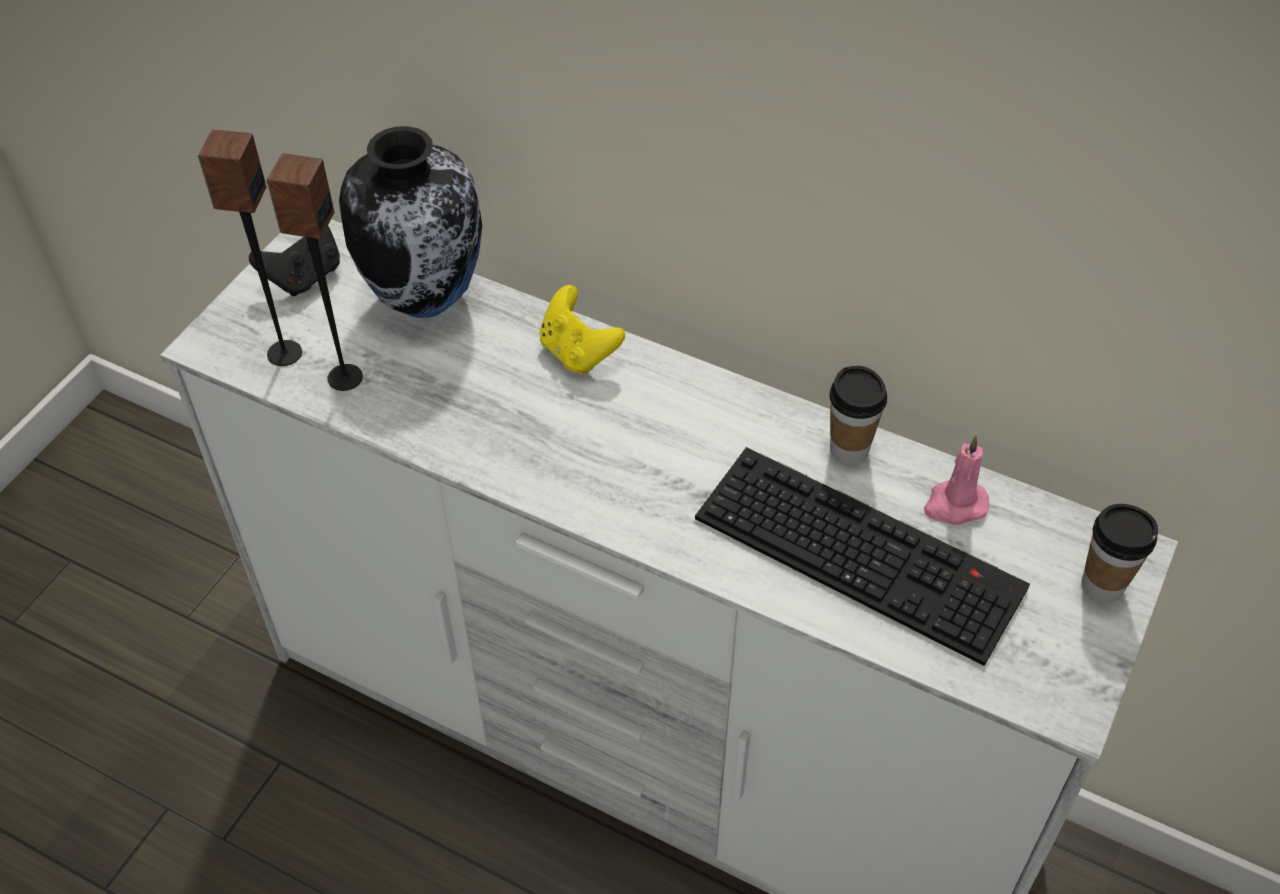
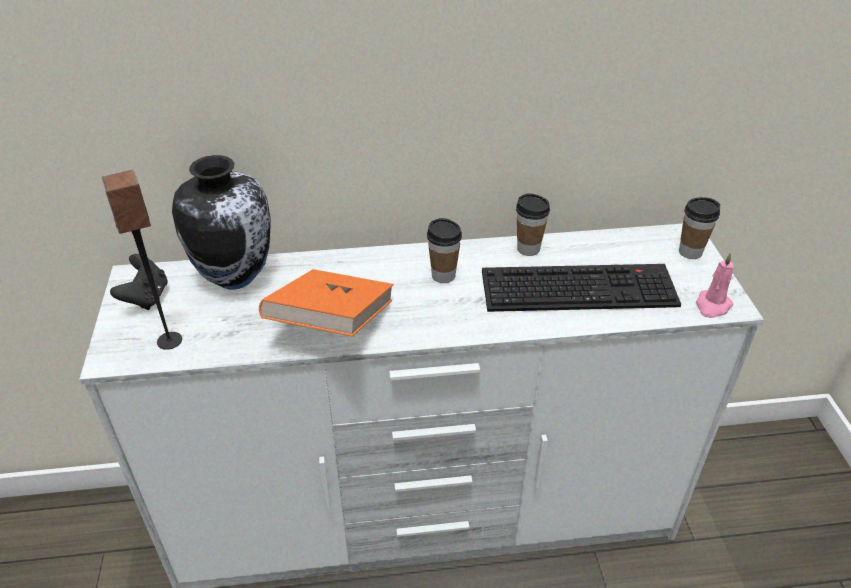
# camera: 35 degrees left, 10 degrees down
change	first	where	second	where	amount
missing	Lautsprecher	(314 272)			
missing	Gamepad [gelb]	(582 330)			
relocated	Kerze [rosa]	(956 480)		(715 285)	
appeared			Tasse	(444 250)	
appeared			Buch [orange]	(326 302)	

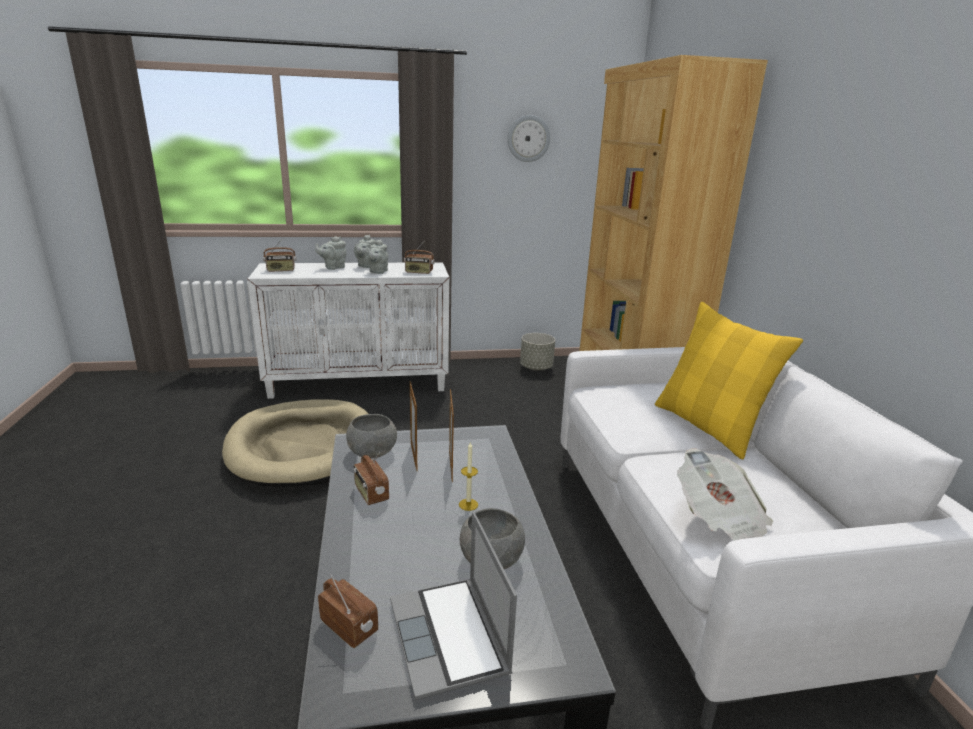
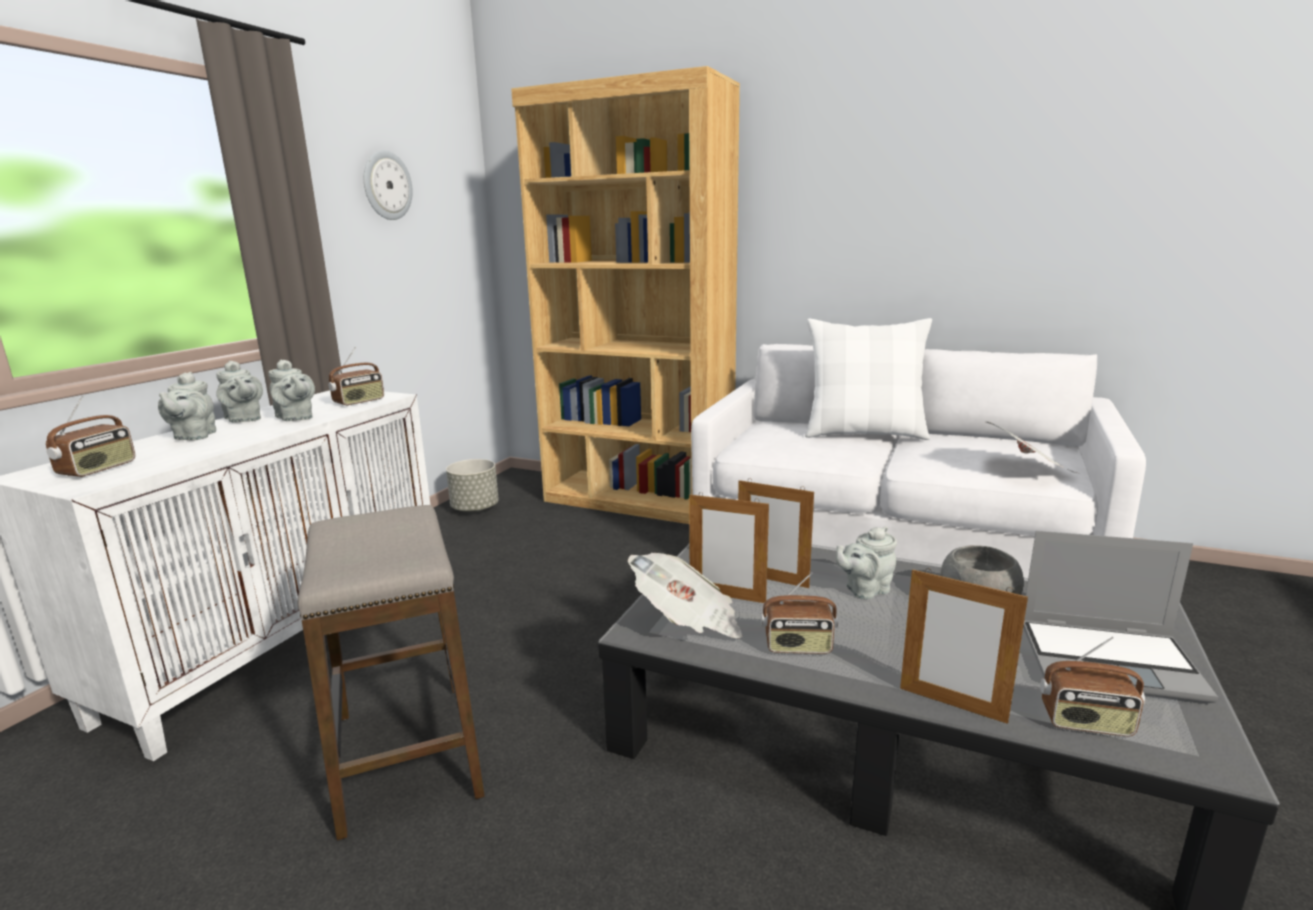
# camera: 55 degrees left, 5 degrees down
change	first	where	second	where	amount
colour	Kissen [gelb]	(729 380)	Kissen [weiß]	(868 379)	
exchanged	Hundebett [beige]	(295 443)	Hocker	(391 672)	
exchanged	Schüssel [grau]	(371 436)	Zeitung	(685 595)	
exchanged	Kerze	(468 476)	Teekanne [grau]	(866 562)	
spun	Radio	(348 611)		(1092 686)	150 degrees counterclockwise
appeared			Bilderrahmen	(964 646)	

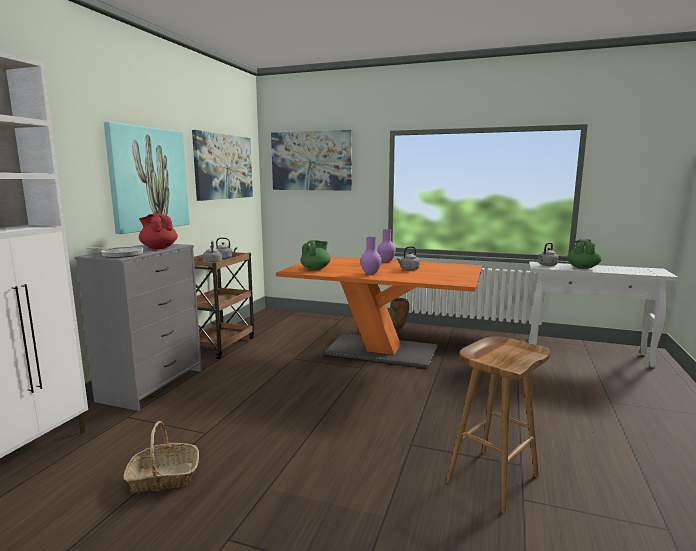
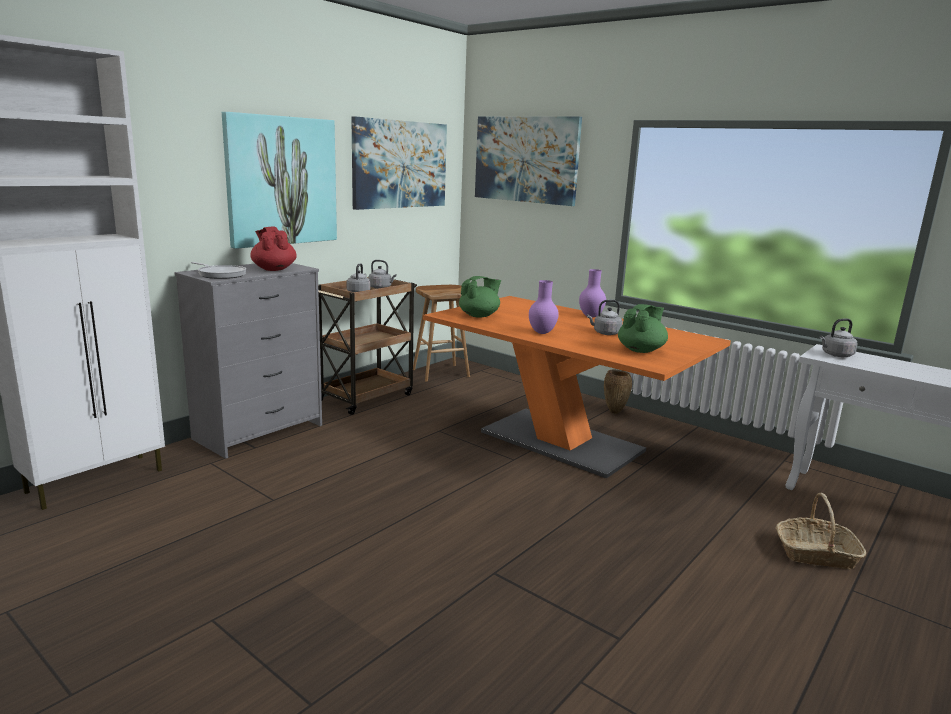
# camera: 20 degrees right, 5 degrees up
change	first	where	second	where	amount
relocated	Teekanne [grün]	(584 254)		(643 328)	
relocated	Hocker [braun]	(498 424)		(441 333)	
relocated	Korb	(161 456)		(821 531)	

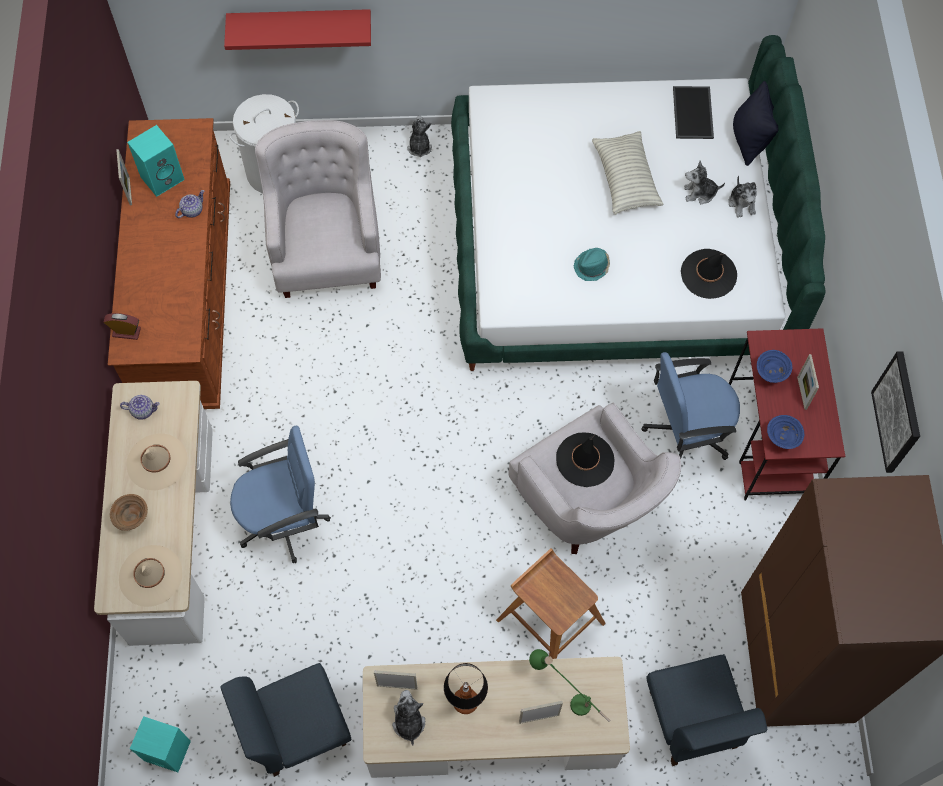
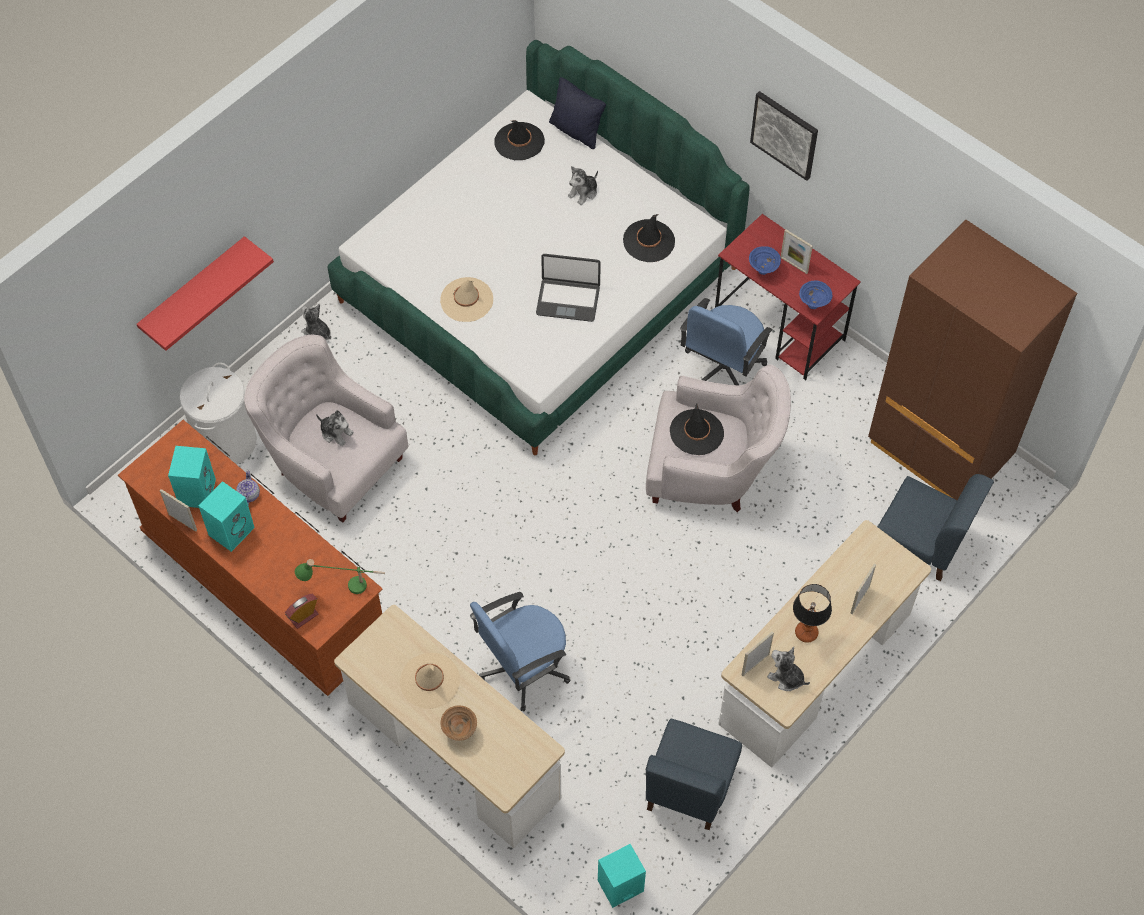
# camera: 45 degrees left, 5 degrees down
change	first	where	second	where	amount
exchanged	Tablett	(693 112)	Hut [schwarz]	(519 140)	
missing	Kissen	(628 173)			
relocated	Plüschtier	(742 196)		(335 428)	
exchanged	Hut [türkis]	(592 264)	Laptop	(568 288)	
relocated	Bild	(895 412)		(784 136)	
missing	Teekanne	(140 407)			
spun	Bürostuhl [blau]	(280 494)		(520 652)	150 degrees counterclockwise
relocated	Hut [beige]	(150 576)		(466 299)	
missing	Hocker [braun]	(551 603)			
relocated	Tischlampe [grün]	(569 685)		(340 576)	
appeared			Lautsprecher [türkis]	(227 516)	

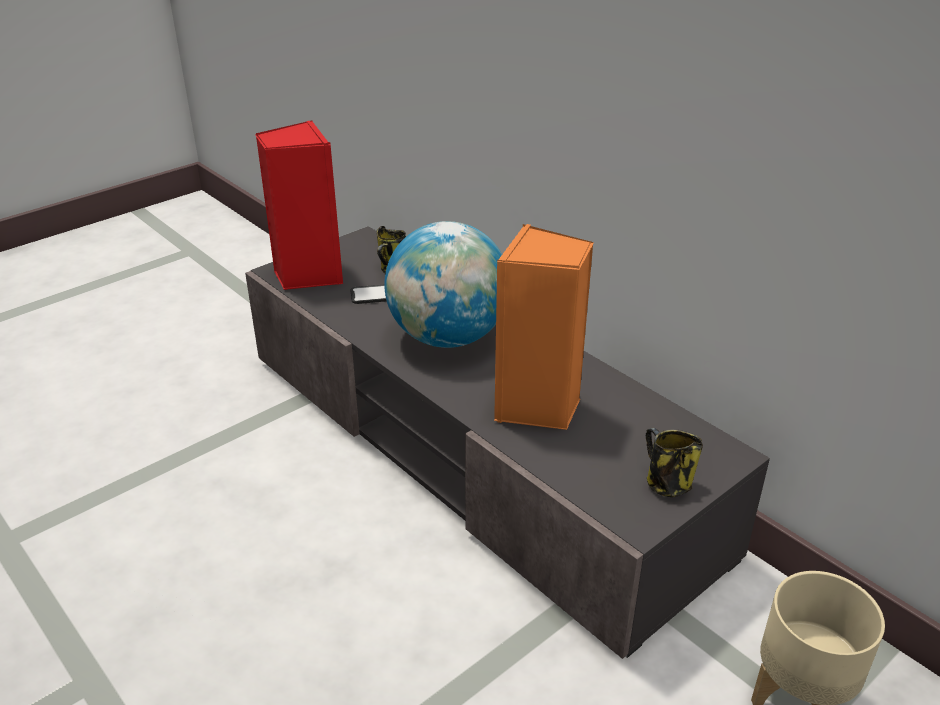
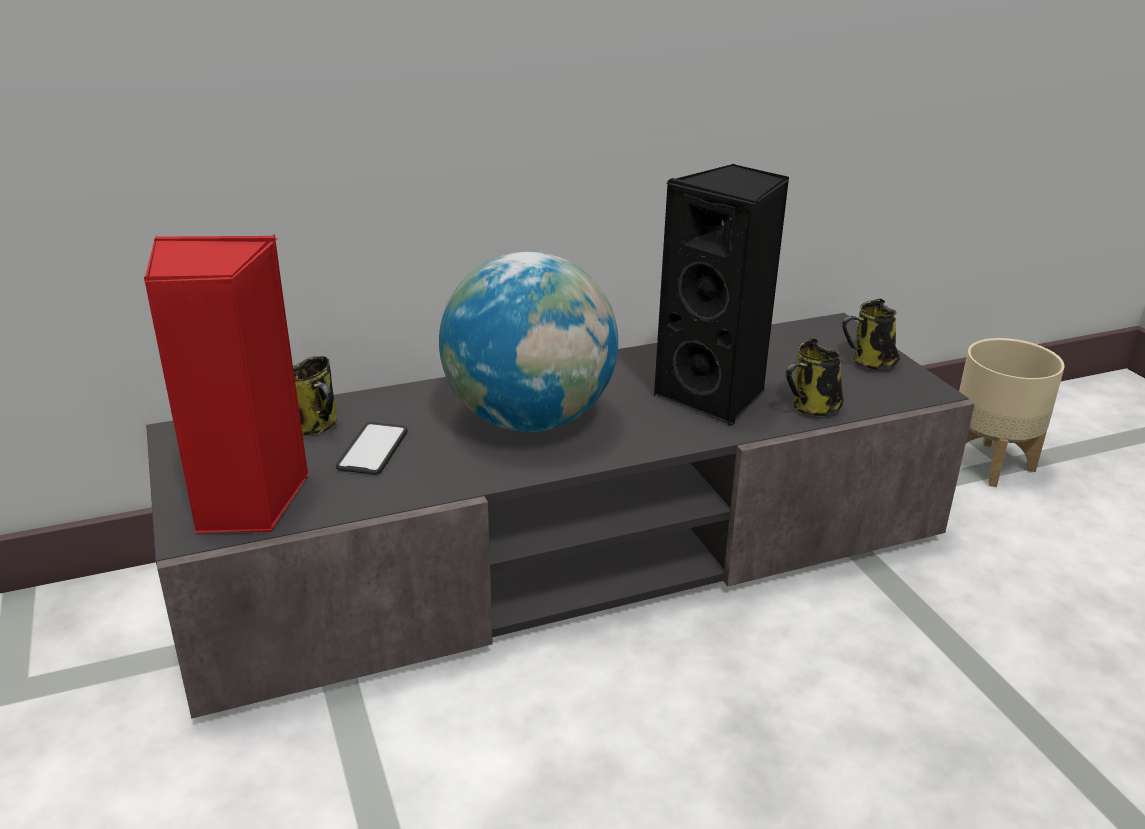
# camera: 70 degrees left, 5 degrees down
change	first	where	second	where	amount
colour	Lautsprecher [orange]	(543 327)	Lautsprecher [schwarz]	(721 295)	
appeared			Henkelbecher	(815 377)	

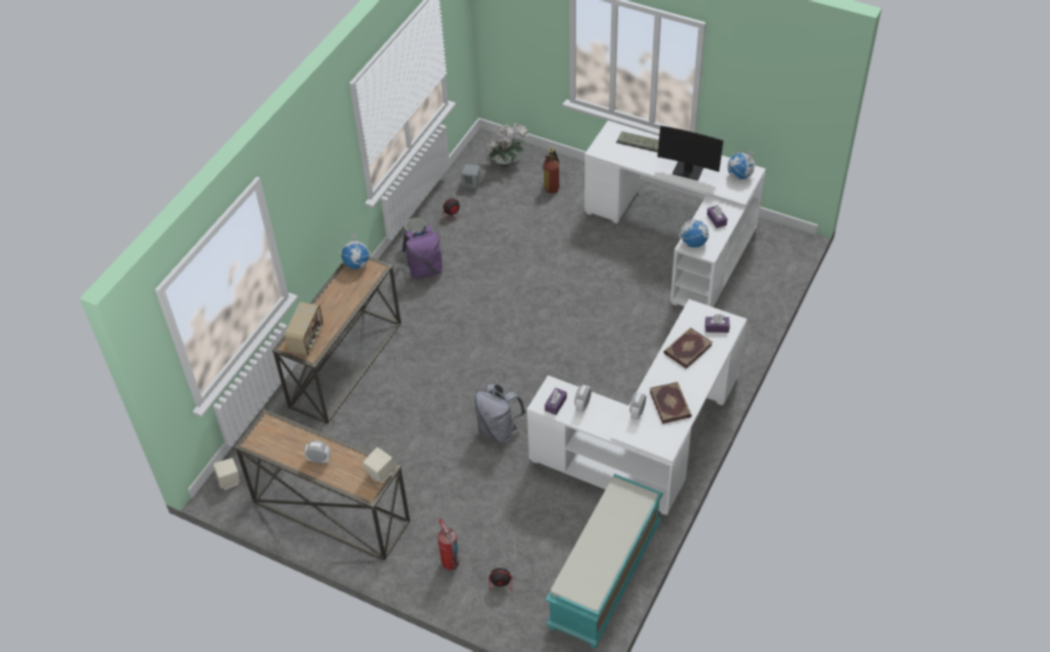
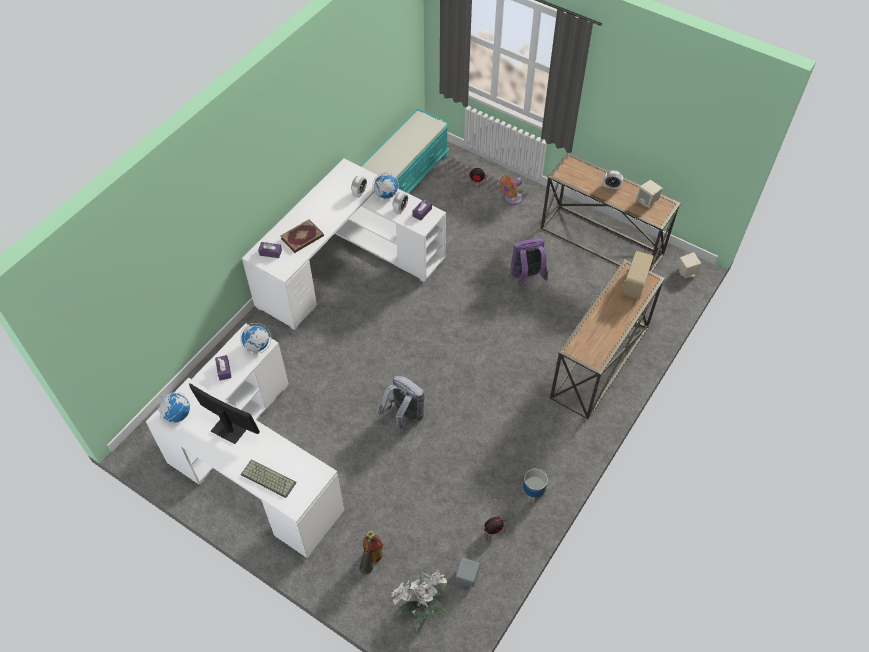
# camera: 175 degrees left, 5 degrees up
change	first	where	second	where	amount
relocated	Rucksack [lila]	(422 252)		(529 261)	
relocated	Globus	(355 251)		(385 186)	
missing	Buch	(671 403)			
relocated	Rucksack [grau]	(500 413)		(401 404)	
relocated	Lautsprecher [beige]	(379 465)		(649 194)	
exchanged	Feuerlöscher	(448 544)	Ventilator [orange]	(511 190)	

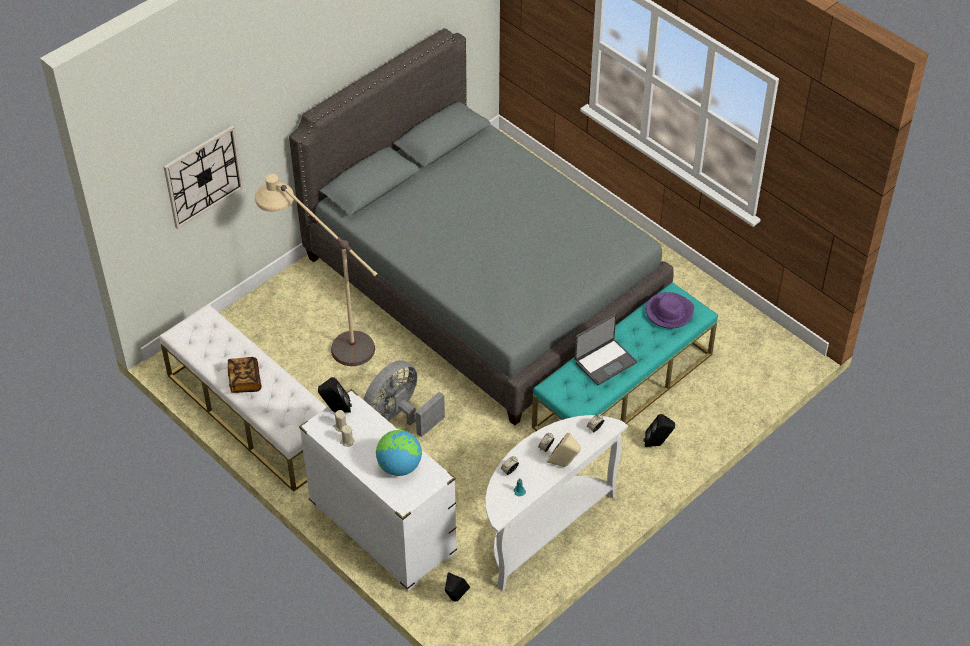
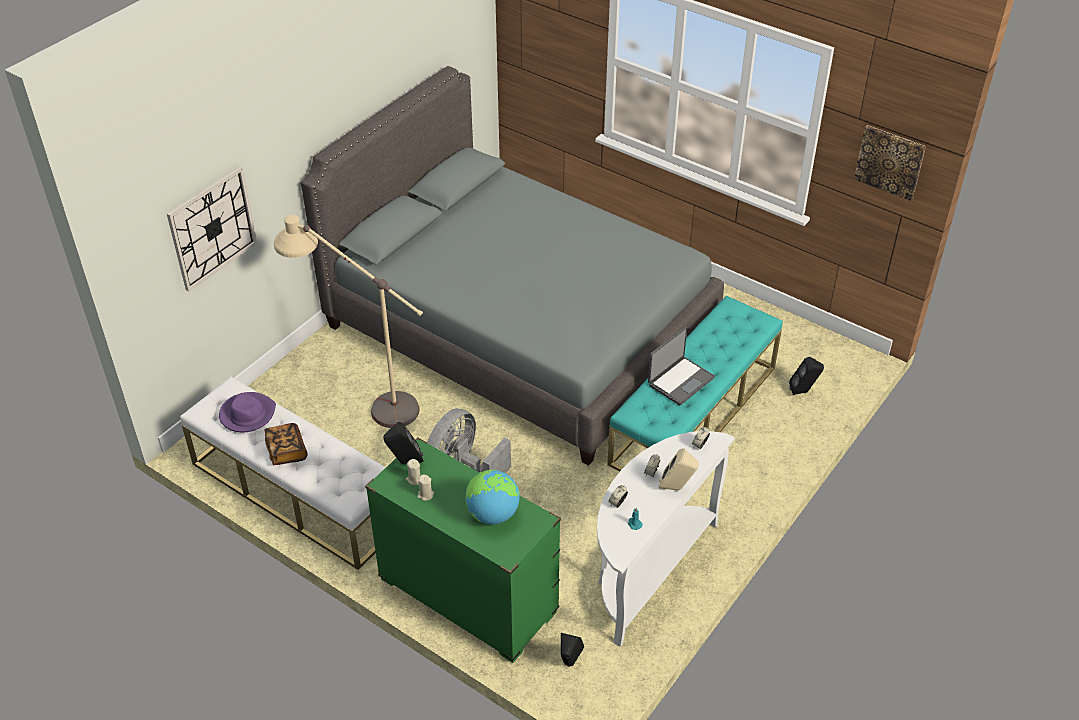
# camera: 10 degrees left, 5 degrees down
change	first	where	second	where	amount
relocated	Hut [lila]	(670 310)		(247 412)	
colour	Kommode [weiß]	(378 490)	Kommode [grün]	(463 550)	
relocated	Lautsprecher [schwarz]	(659 430)		(806 376)	
appeared			Bild	(890 163)	

